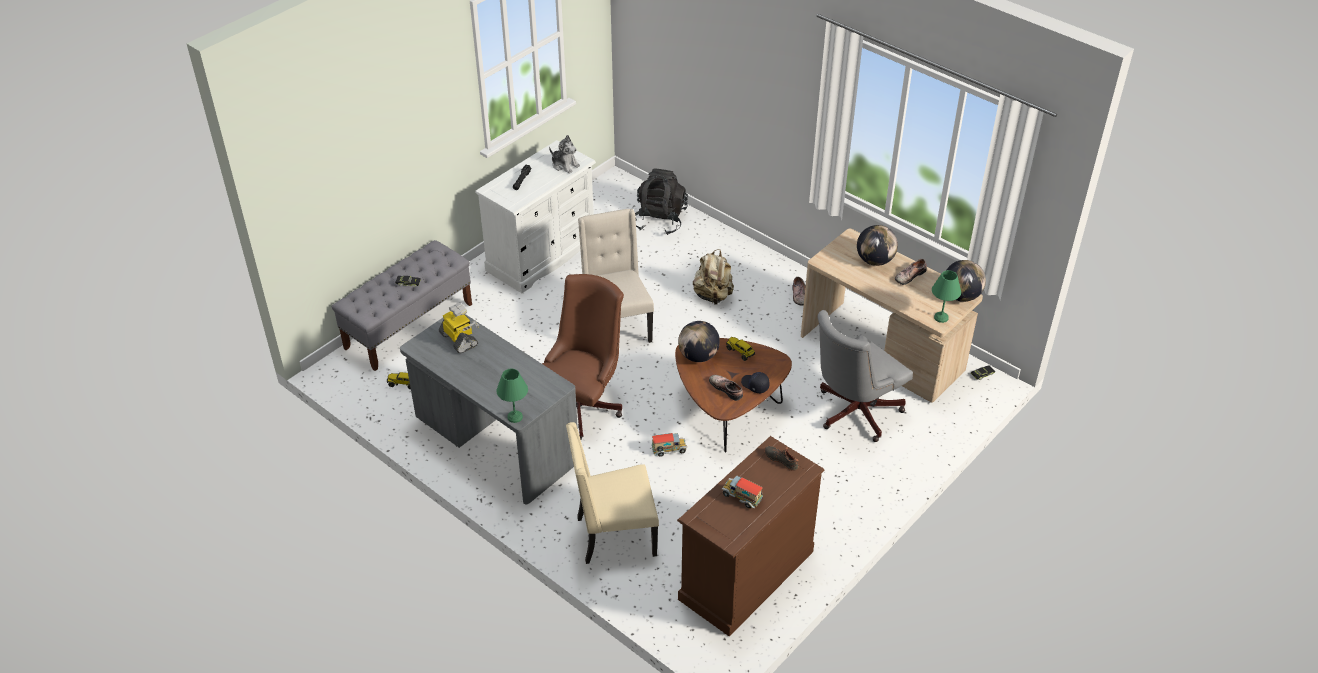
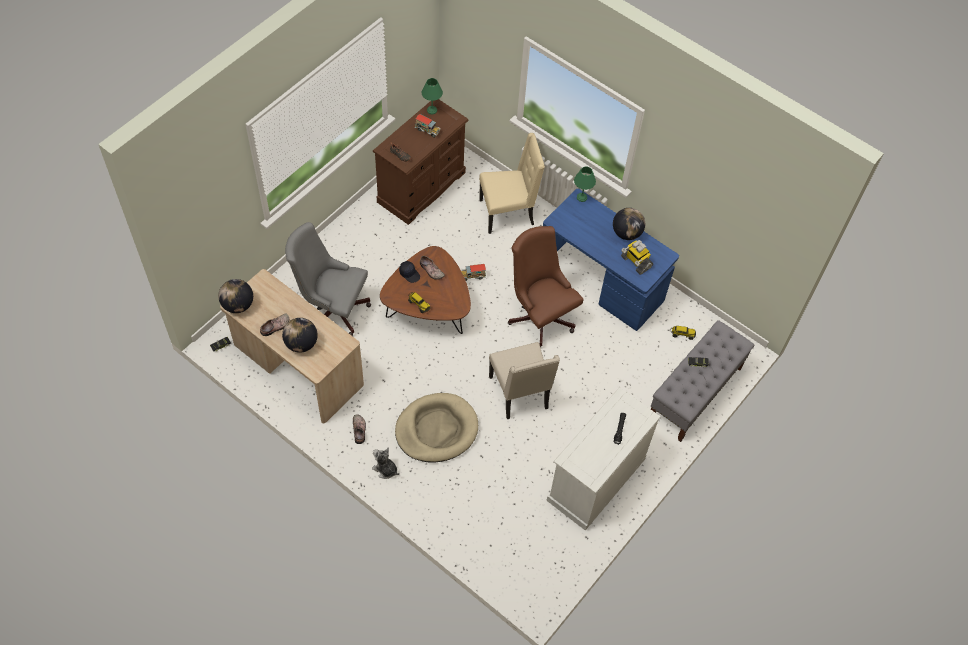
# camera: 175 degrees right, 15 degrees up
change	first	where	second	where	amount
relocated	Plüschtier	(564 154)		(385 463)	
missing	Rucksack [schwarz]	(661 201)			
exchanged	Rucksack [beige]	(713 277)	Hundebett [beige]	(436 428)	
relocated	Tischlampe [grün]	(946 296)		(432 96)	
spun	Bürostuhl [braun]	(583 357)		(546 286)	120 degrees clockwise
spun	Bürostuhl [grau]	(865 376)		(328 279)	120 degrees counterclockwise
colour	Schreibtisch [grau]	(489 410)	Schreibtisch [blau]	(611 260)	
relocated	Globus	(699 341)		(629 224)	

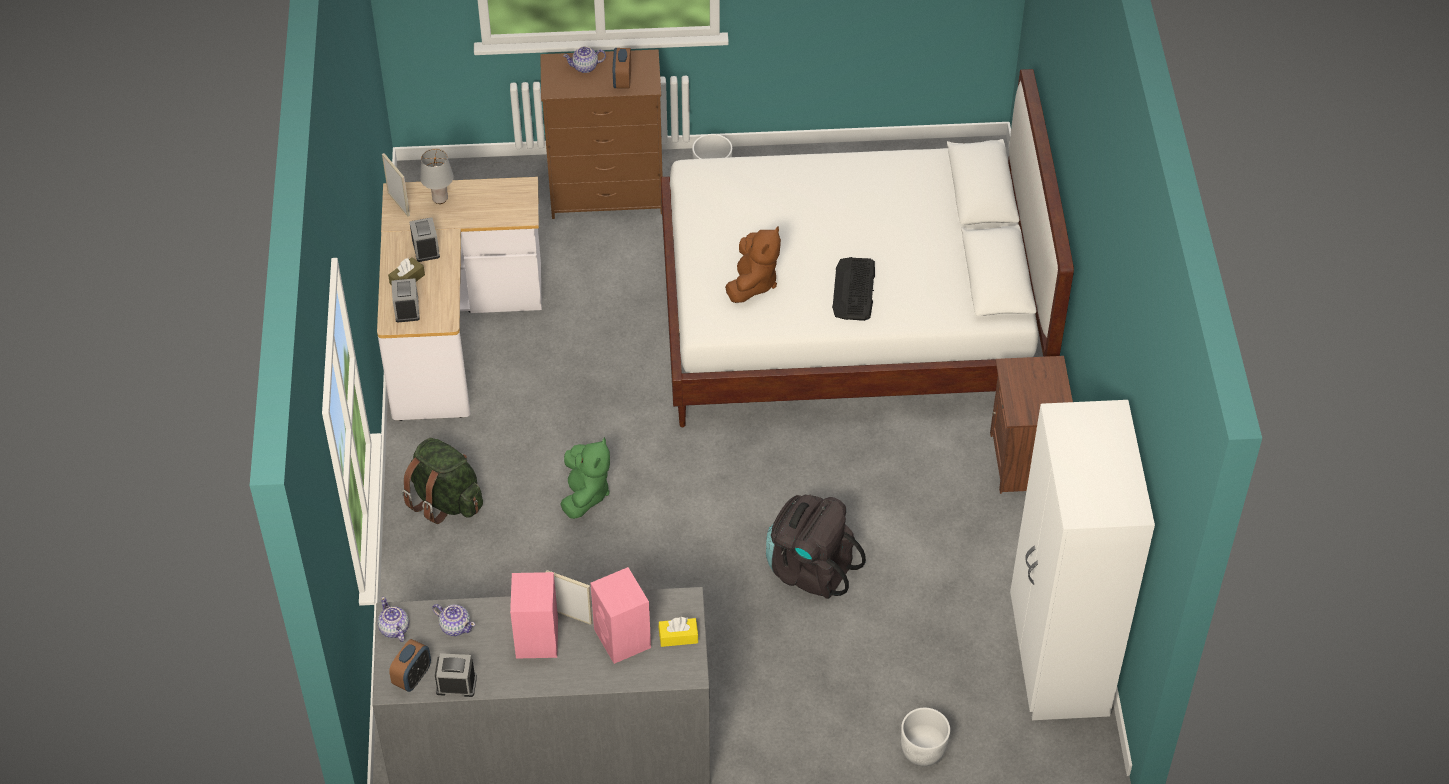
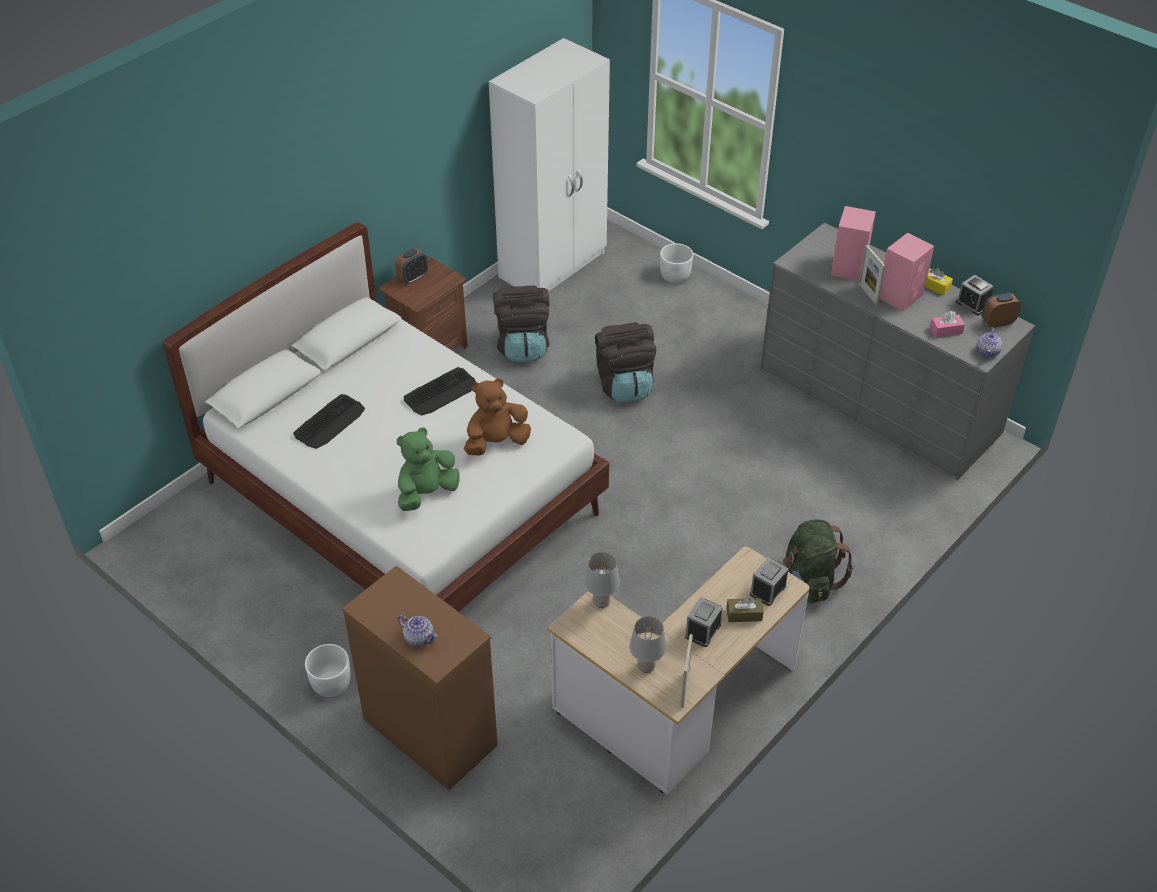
# camera: 135 degrees left, 5 degrees down
change	first	where	second	where	amount
relocated	Wecker	(622 68)		(411 266)	
relocated	Plüschtier [grün]	(585 478)		(428 469)	
exchanged	Teekanne	(453 620)	Taschentuchbox [rosa]	(947 324)	
relocated	Taschentuchbox [gelb]	(678 632)		(939 281)	
appeared			Rucksack [schwarz]	(521 323)	
appeared			Tastatur	(329 421)	
appeared			Tischlampe [grau]	(602 580)	

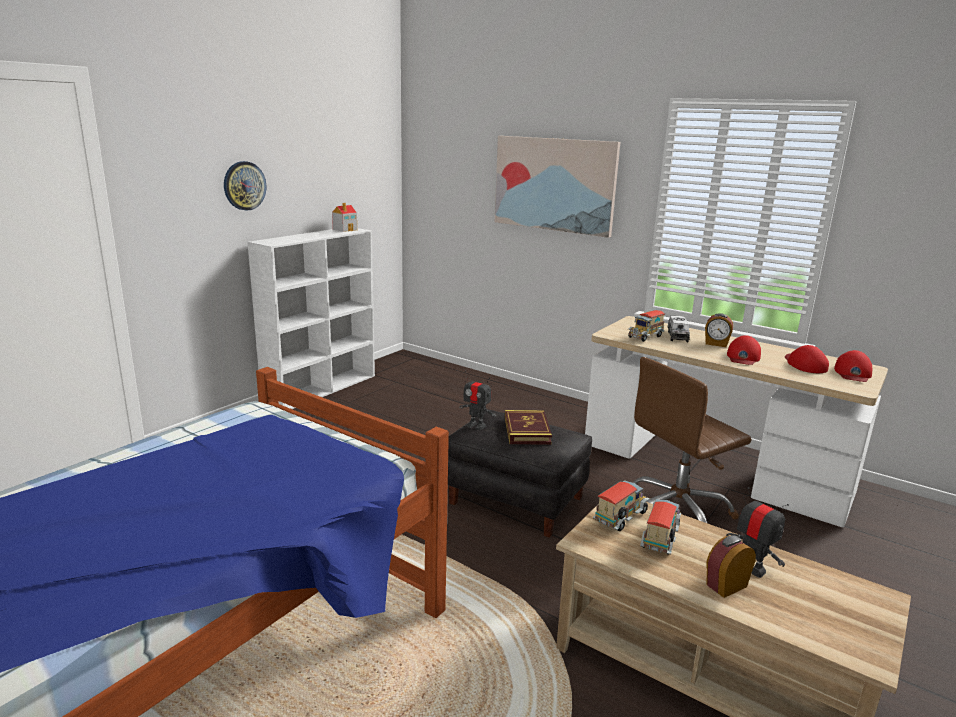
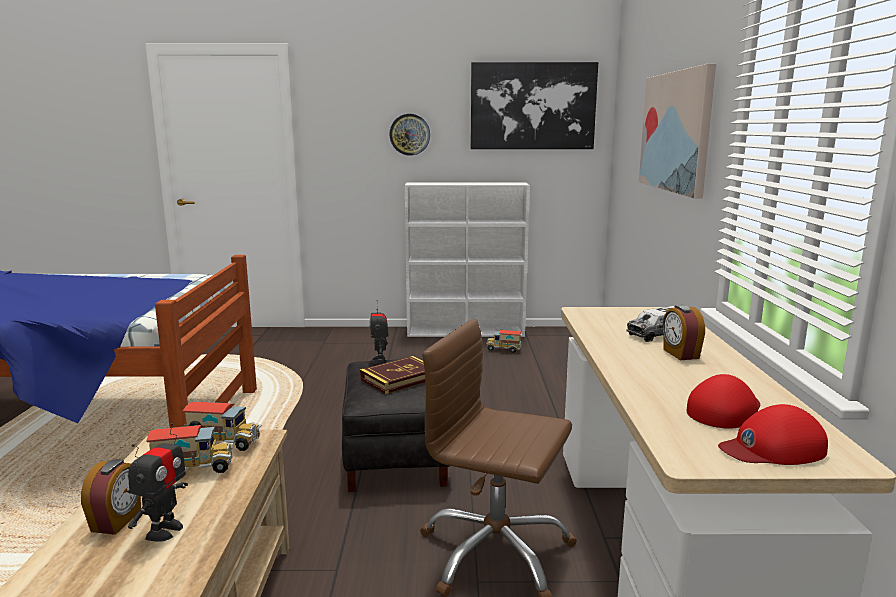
# camera: 55 degrees right, 5 degrees down
change	first	where	second	where	amount
missing	Spielzeughaus	(344 217)			
relocated	Spielzeuglaster	(646 326)		(503 341)	
missing	Kappe [rot]	(744 350)			
spun	Wecker	(731 566)		(111 497)	75 degrees clockwise
appeared			Bild	(534 105)	

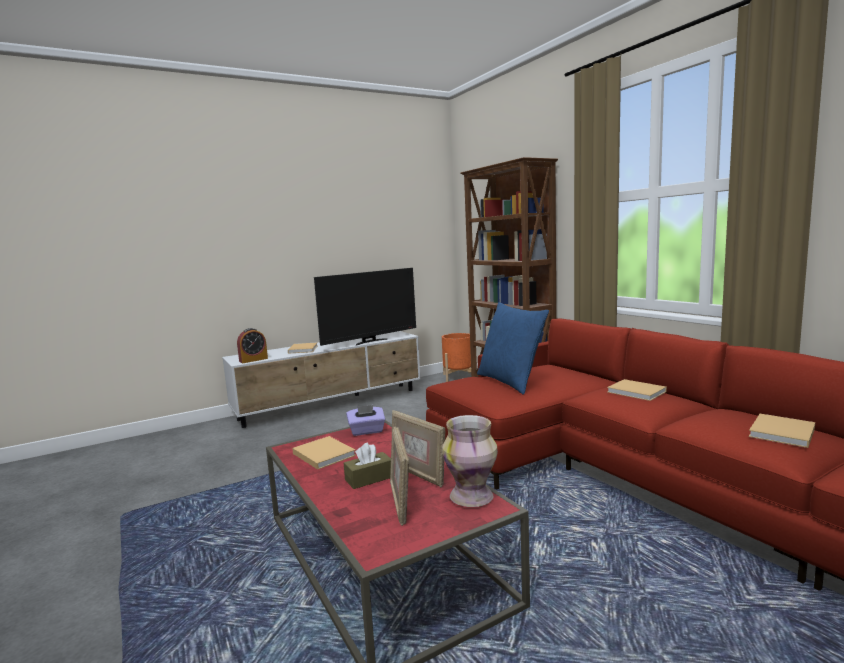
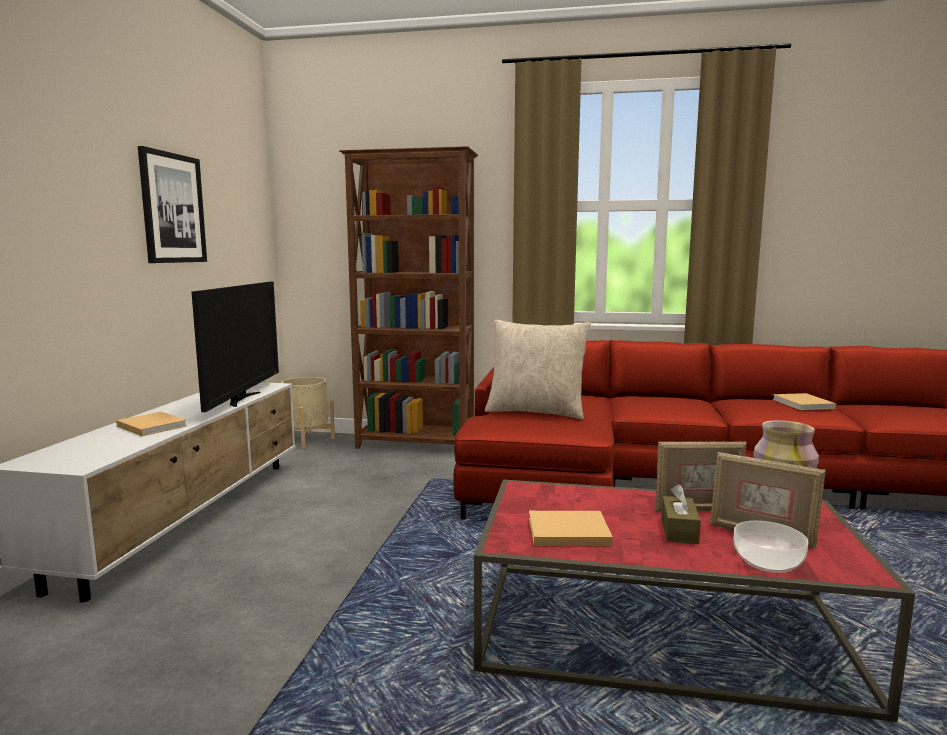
# camera: 50 degrees left, 0 degrees up
change	first	where	second	where	amount
colour	Kissen [blau]	(513 348)	Kissen [beige]	(538 370)	
missing	Wecker	(252 345)			
colour	Pflanzkübel [orange]	(456 357)	Pflanzkübel [beige]	(308 412)	
missing	Buch [beige]	(637 390)			
missing	Taschentuchbox [lila]	(365 420)			
appeared			Bild	(172 204)	
appeared			Schüssel	(771 547)	

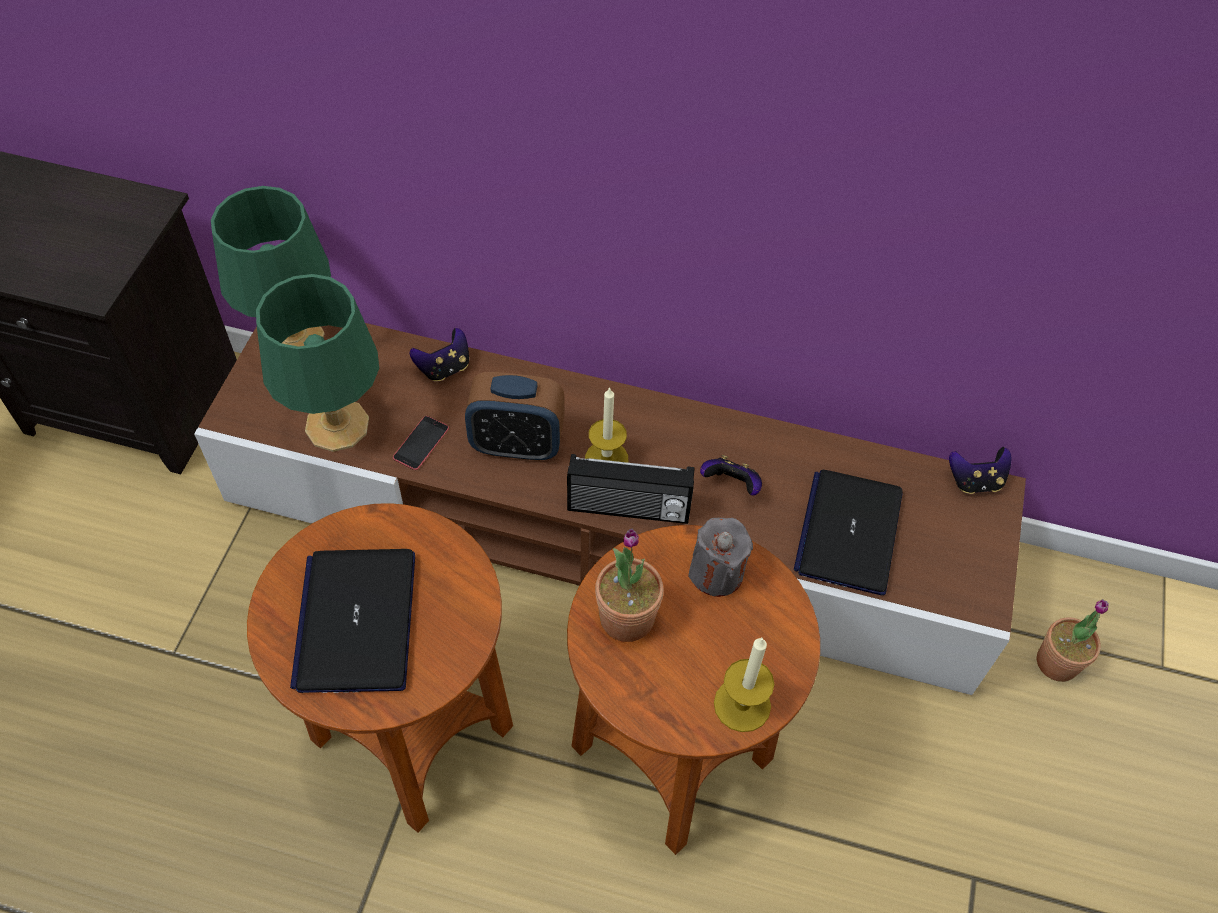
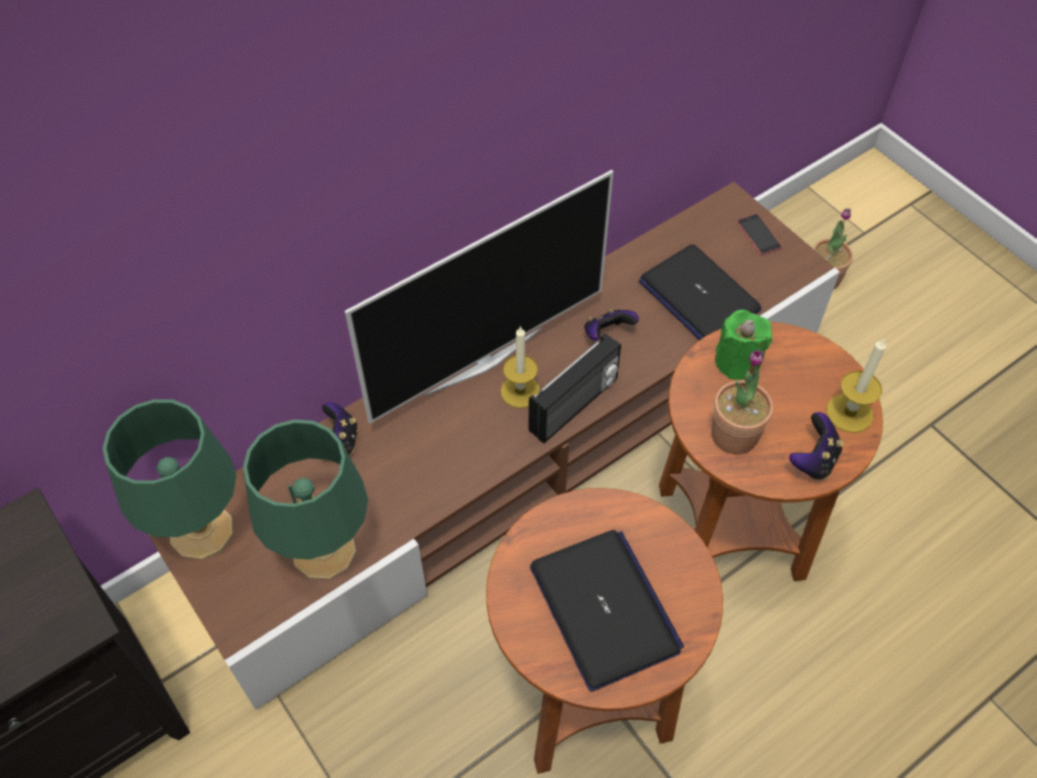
# camera: 50 degrees left, 0 degrees up
change	first	where	second	where	amount
missing	Wecker	(515 416)			
relocated	Handy	(421 443)		(759 234)	
relocated	Gamepad	(980 470)		(816 446)	
colour	Kerze [grau]	(720 557)	Kerze [grün]	(743 345)	
spun	Laptop	(352 621)		(607 611)	150 degrees counterclockwise
appeared			Fernseher	(479 297)	

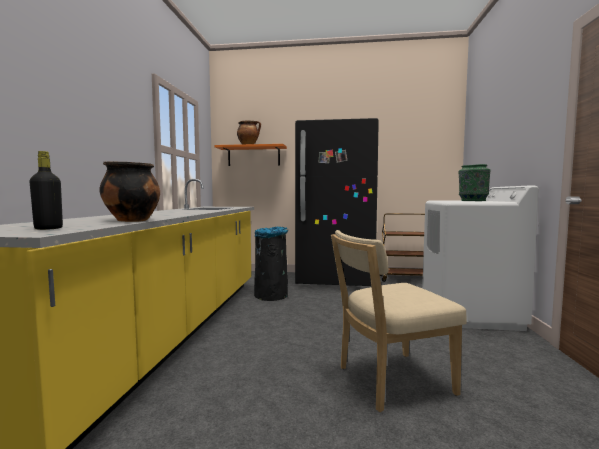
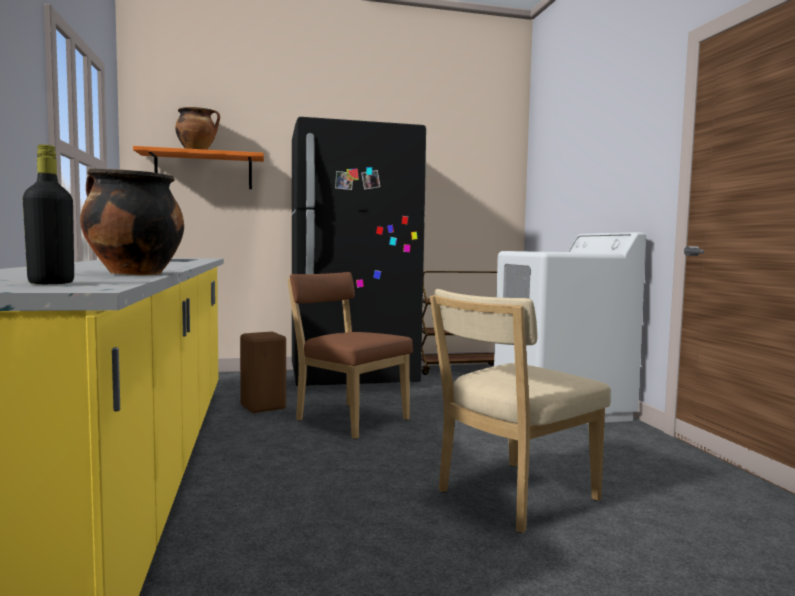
# camera: 20 degrees left, 0 degrees up
change	first	where	second	where	amount
missing	Vase [grün]	(474 182)			
exchanged	Mülleimer [schwarz]	(271 264)	Hocker [braun]	(263 372)	
appeared			Stuhl [braun]	(350 355)	

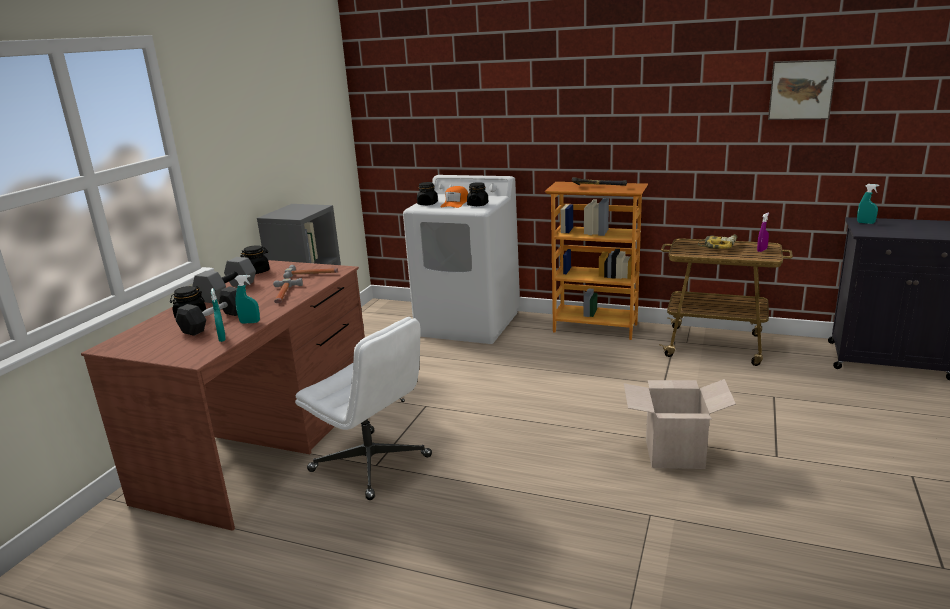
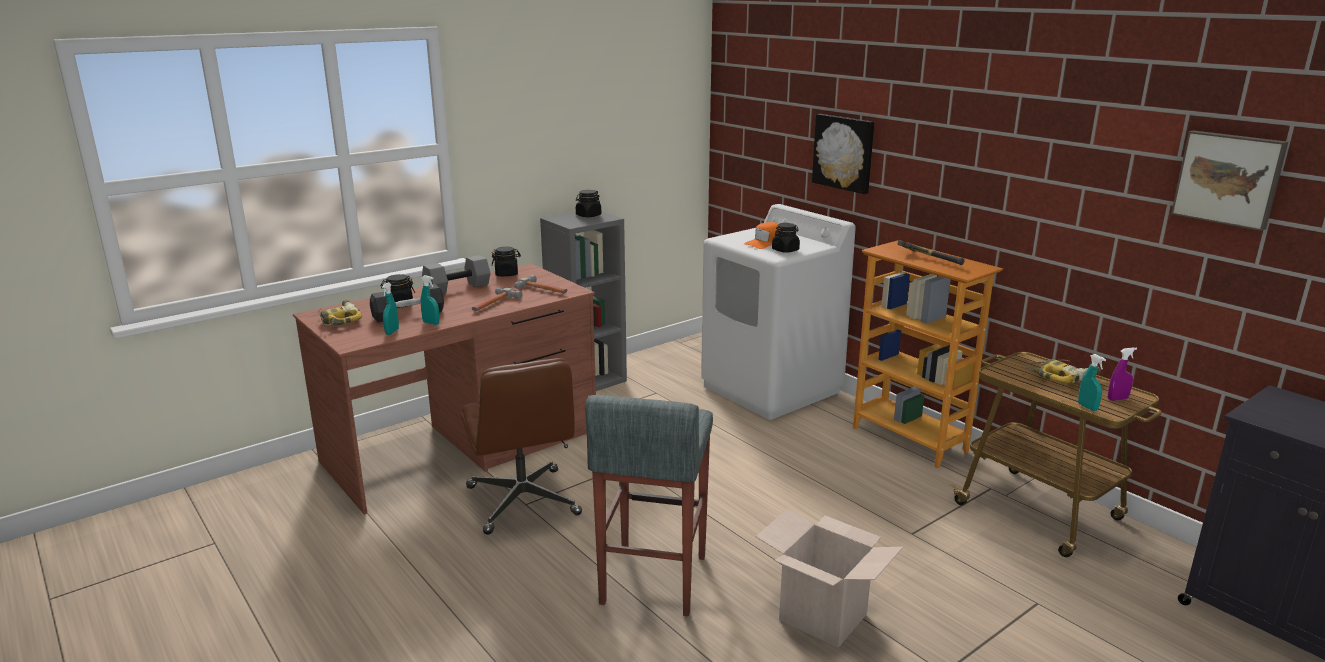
# camera: 30 degrees right, 0 degrees up
change	first	where	second	where	amount
relocated	Vorratsglas [schwarz]	(427 193)		(588 203)	
relocated	Sprühflasche [türkis]	(868 204)		(1092 382)	
colour	Bürostuhl [weiß]	(363 408)	Bürostuhl [braun]	(521 446)	
appeared			Bild	(843 154)	
appeared			Bohrmaschine	(340 313)	
appeared			Hocker [grau]	(649 506)	

